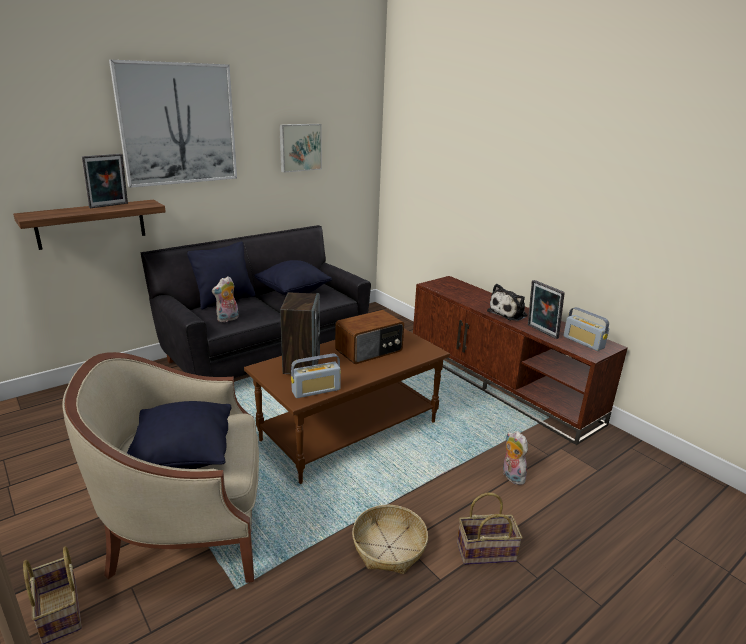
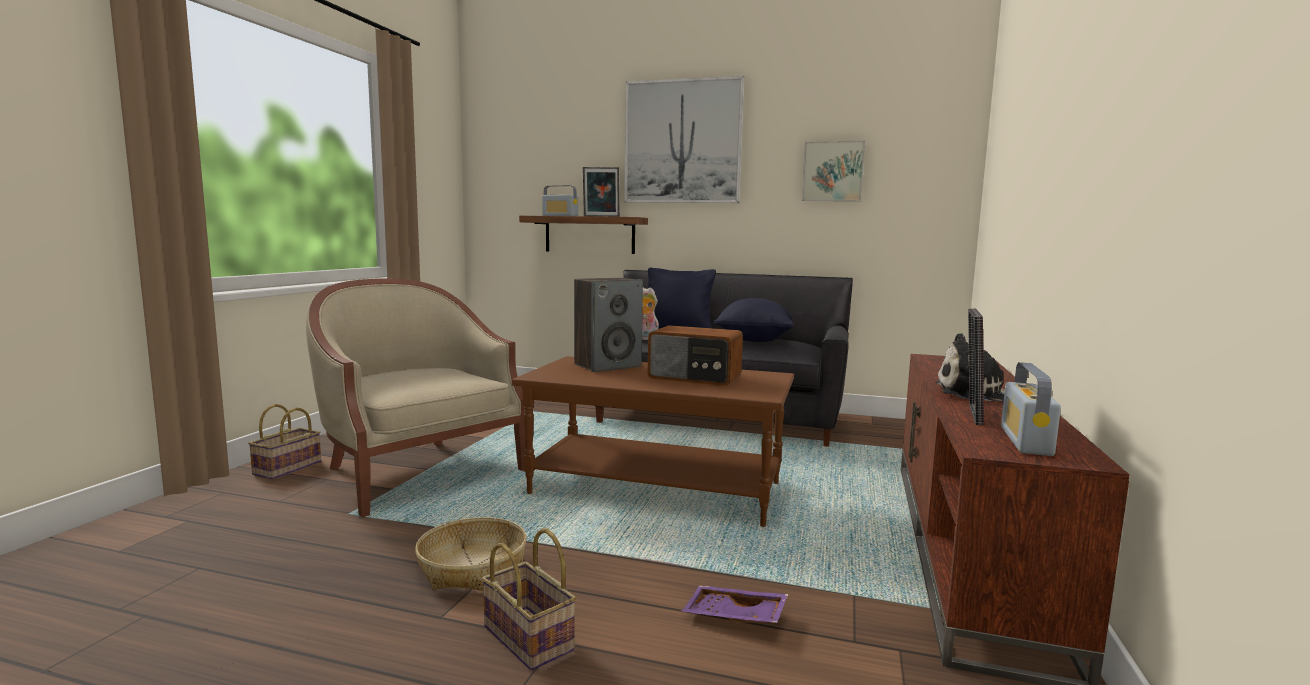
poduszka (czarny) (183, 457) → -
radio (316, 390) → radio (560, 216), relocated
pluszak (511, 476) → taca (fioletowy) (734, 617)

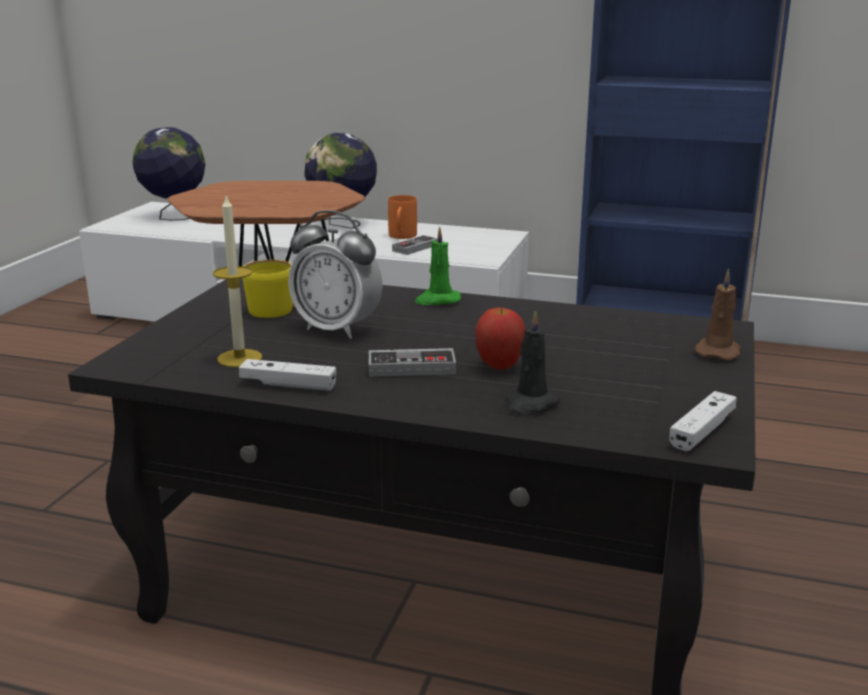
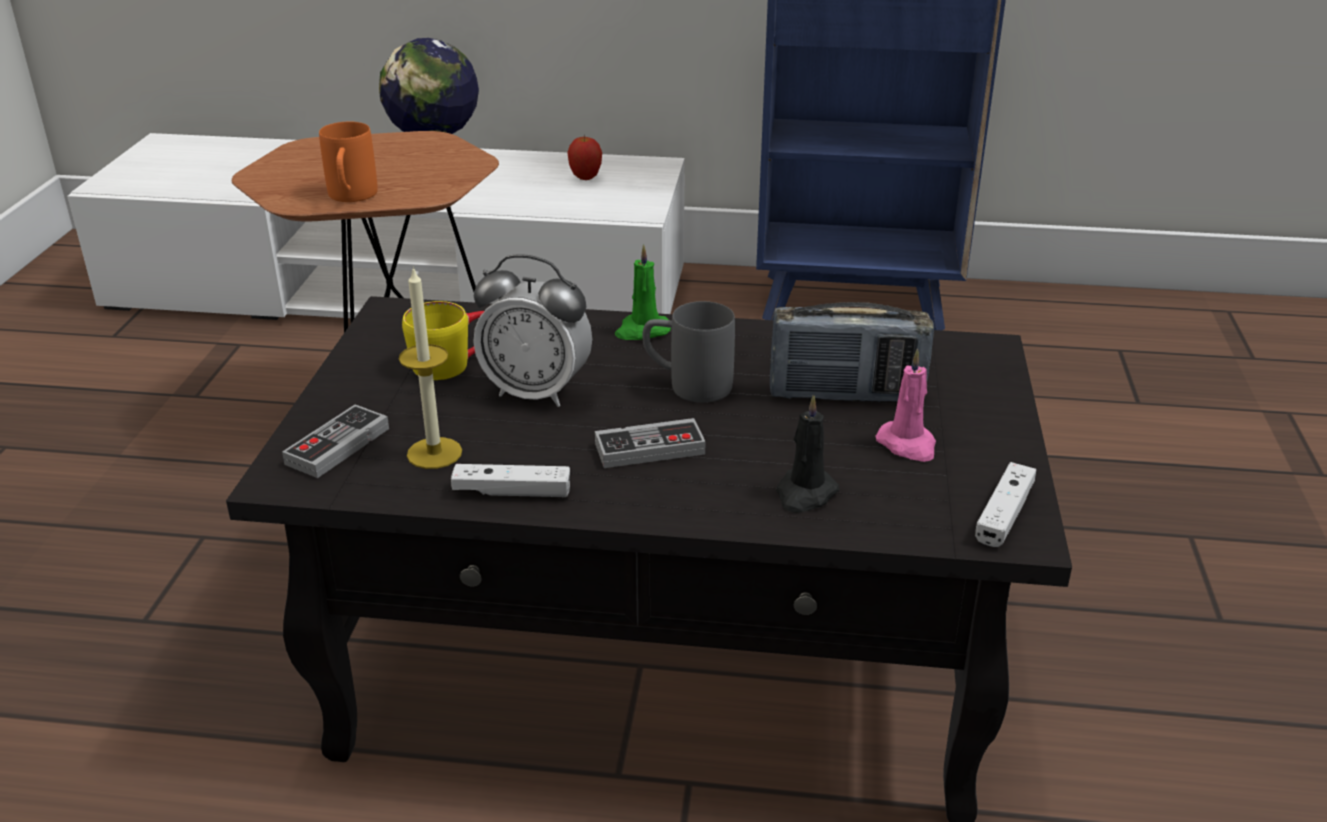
globus (174, 216) → -
kubek (pomarańczowy) (401, 237) → kubek (pomarańczowy) (351, 198), relocated
pad do gier (415, 248) → pad do gier (337, 446), relocated
jabłko (499, 367) → jabłko (585, 178), relocated
świeca (brązowy) (718, 352) → -
- → kubek (szary) (687, 385)
- → radio (845, 395)
- → świeca (różowy) (907, 445)

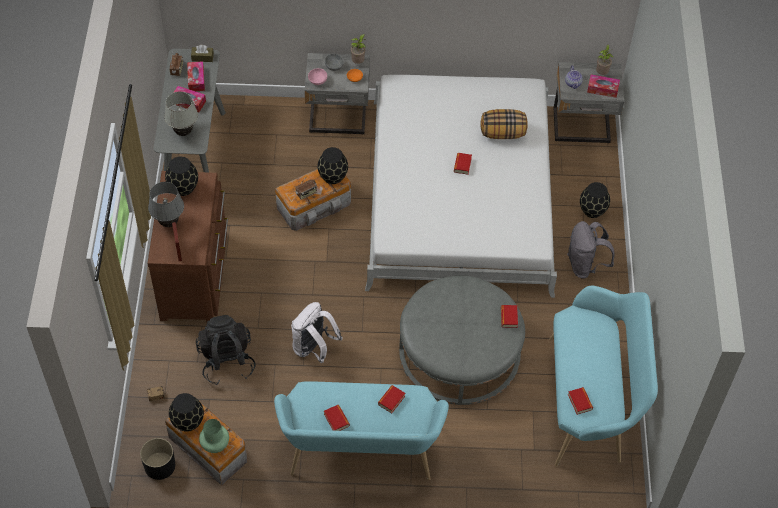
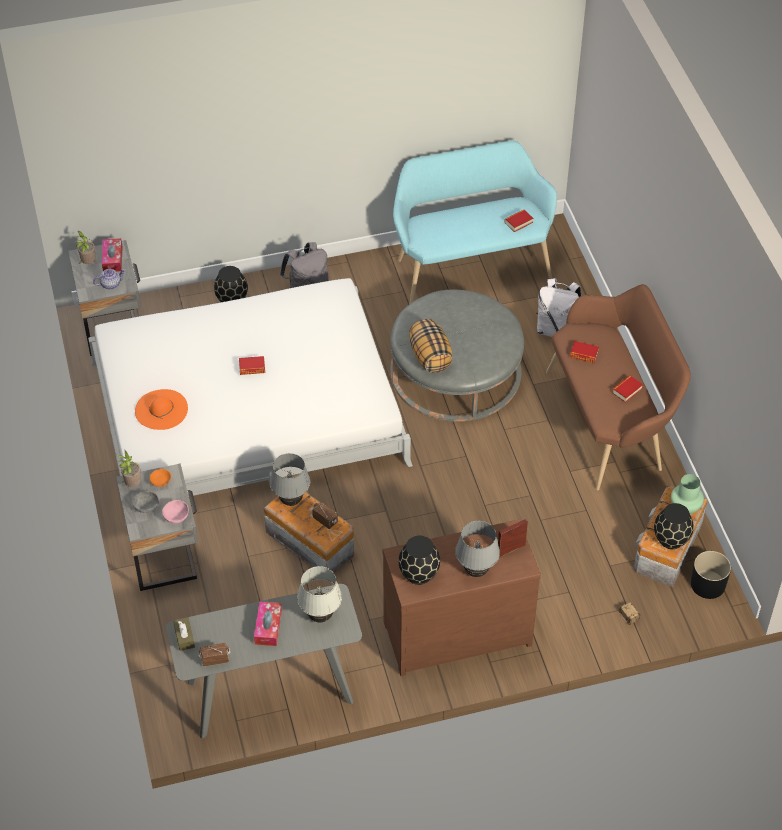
pudełko chusteczek (196, 80) → -
plecak (czarny) (226, 361) → -
ławka (turkusowy) (360, 454) → ławka (brązowy) (610, 421)
plecak (biały) (314, 348) → plecak (biały) (557, 329), relocated
wazon (czarny) (333, 177) → lampa stołowa (szary) (291, 501)
poduszka (502, 133) → poduszka (430, 357), relocated
książka (509, 318) → -
- → kapelusz (pomarańczowy) (161, 409)

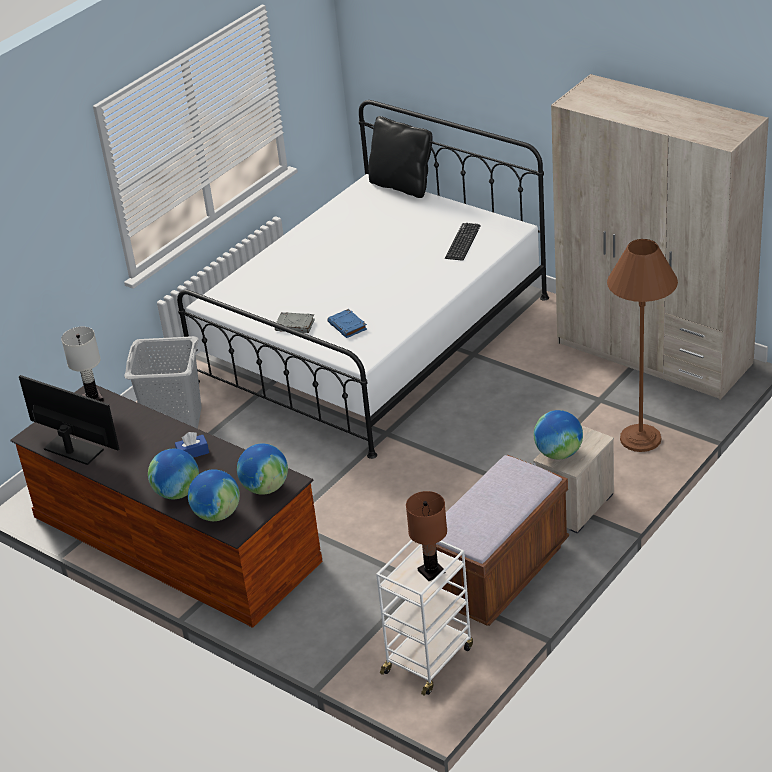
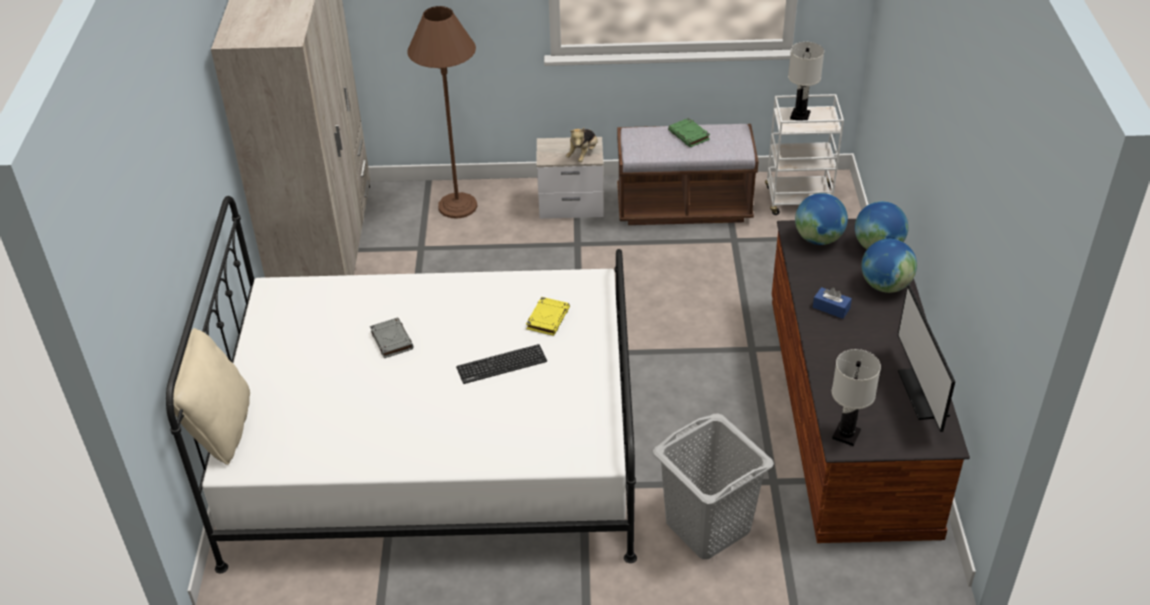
książka (szary) (295, 325) → książka (szary) (391, 340), relocated
książka (niebieski) (348, 326) → książka (żółty) (548, 318)
poduszka (czarny) (402, 186) → poduszka (beżowy) (220, 429)
lampa stołowa (brązowy) (431, 571) → lampa stołowa (biały) (799, 116)
klawiatura (462, 242) → klawiatura (502, 364), relocated
globus (559, 453) → pluszak (583, 154)
- → książka (zielony) (689, 135)

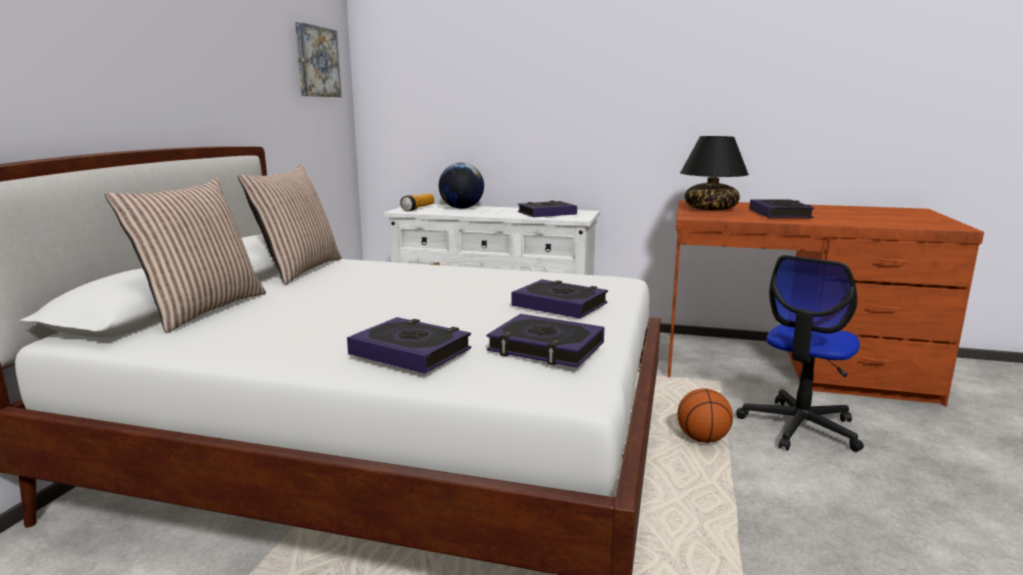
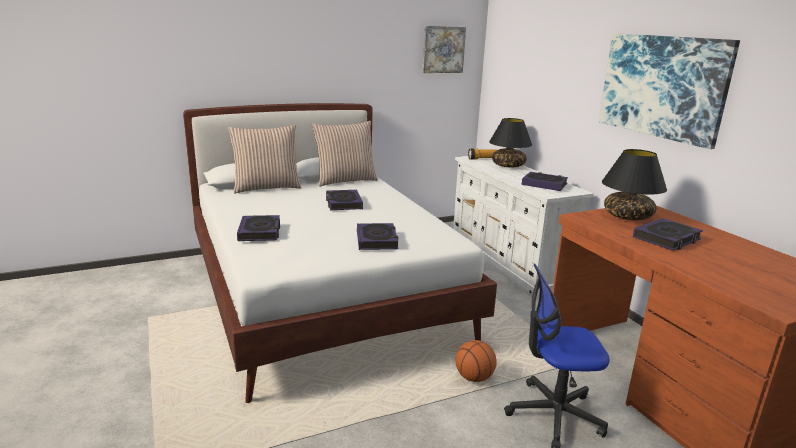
globus (461, 208) → lampa stołowa (czarny) (507, 165)
książka (546, 348) → książka (343, 203), relocated
- → obraz (662, 86)

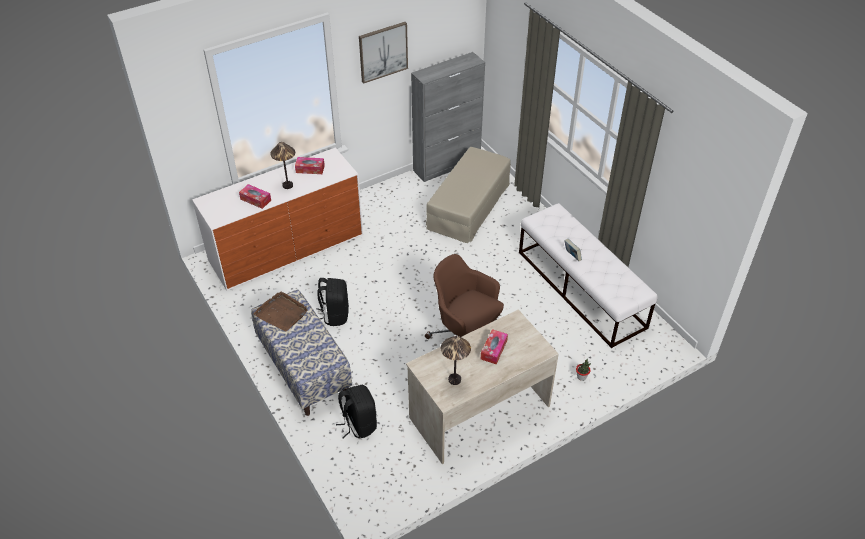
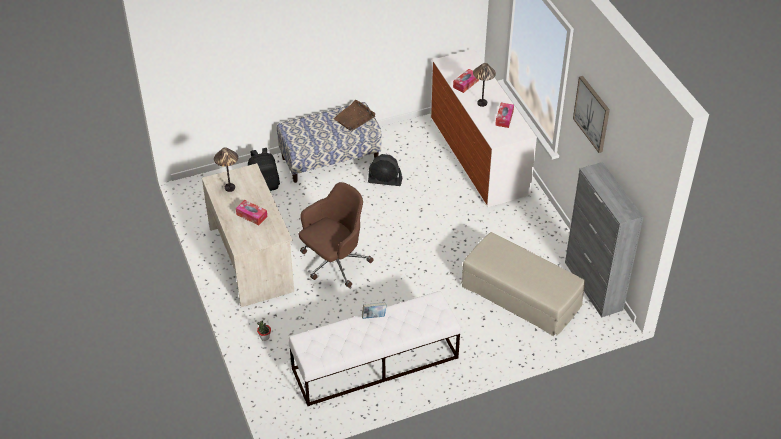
plecak (czarny) (335, 315) → wentylator (czarny) (385, 181)

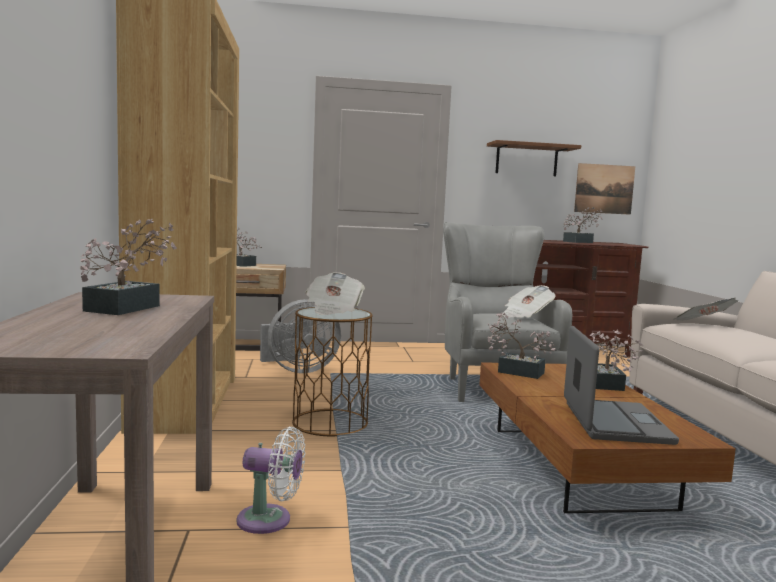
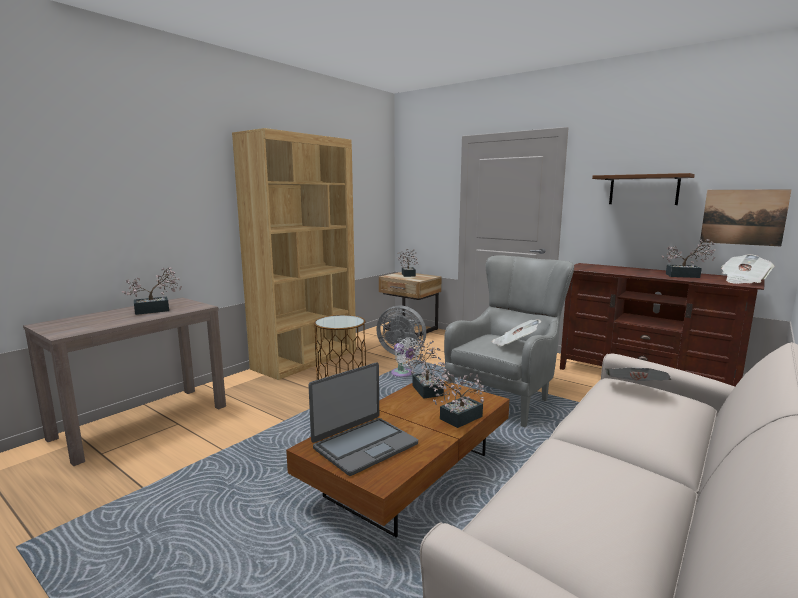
wentylator (biały) (269, 521) → wentylator (biały) (403, 374), relocated
gazeta (333, 310) → gazeta (743, 281), relocated

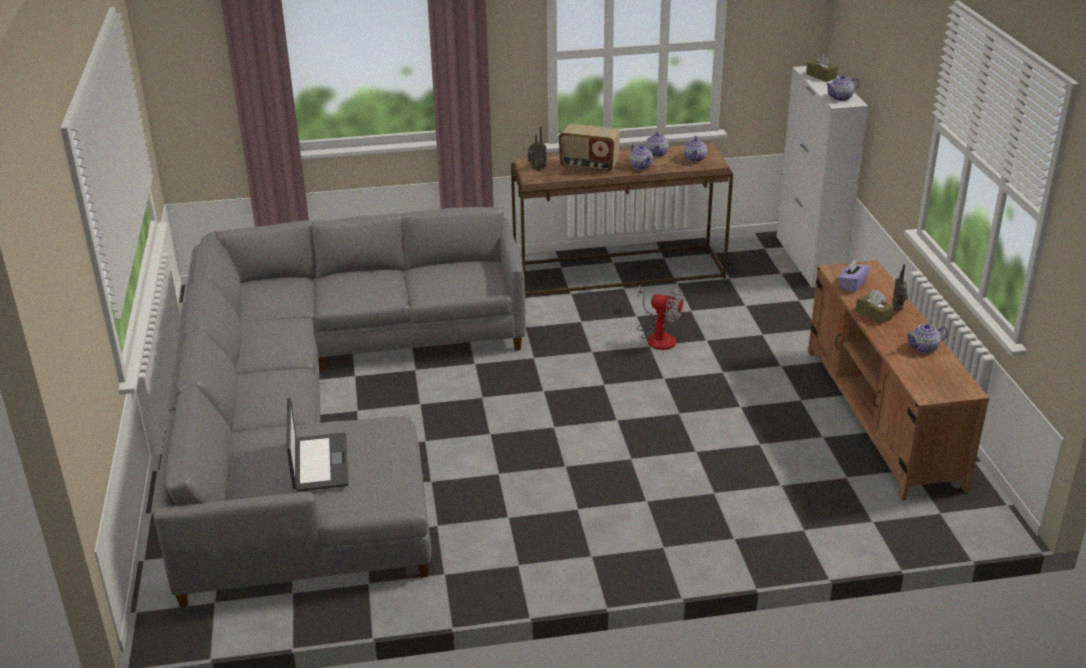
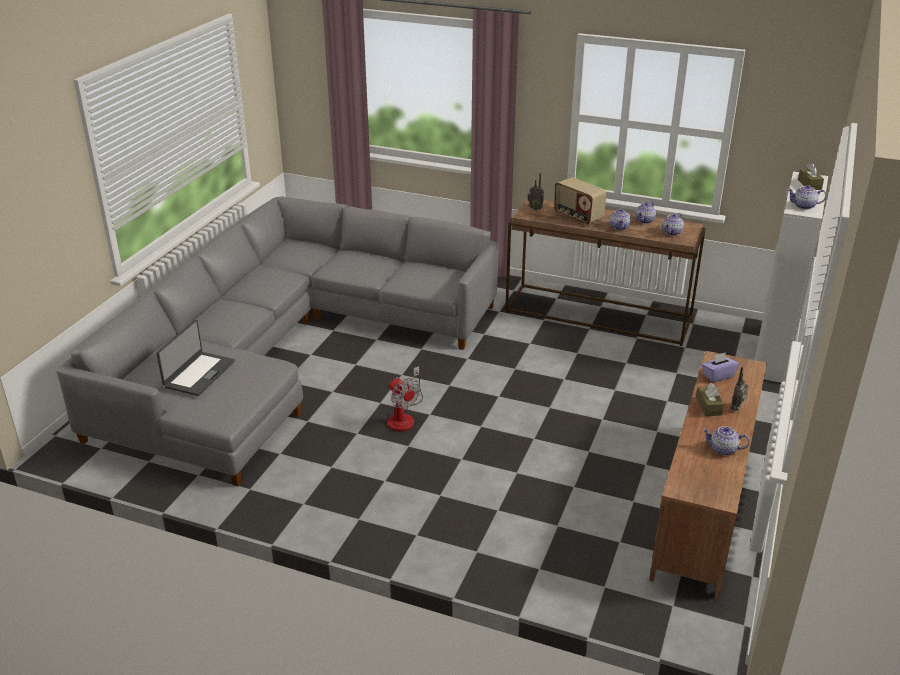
wentylator (658, 336) → wentylator (404, 417), relocated

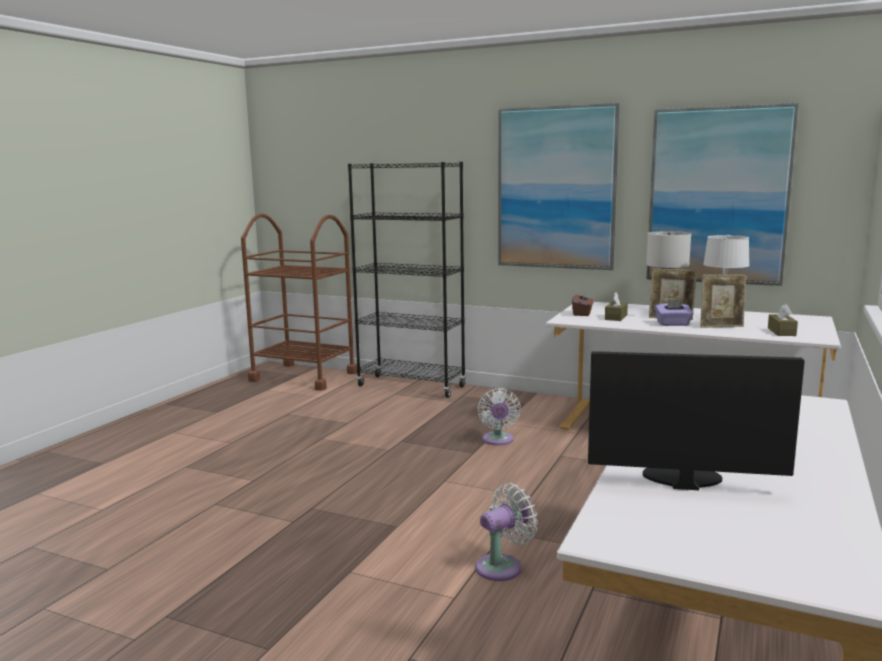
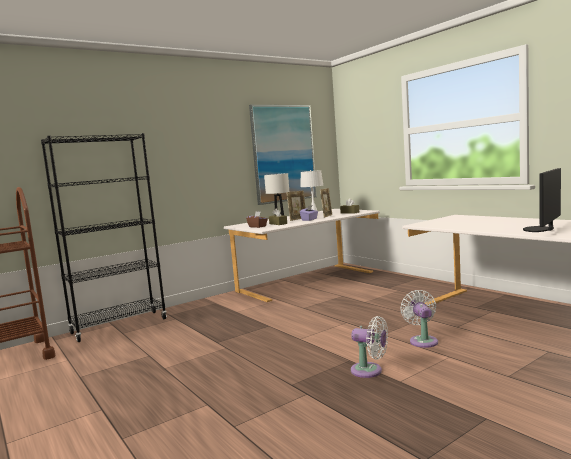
wentylator (biały) (498, 440) → wentylator (biały) (369, 371), relocated
obraz (556, 188) → -

